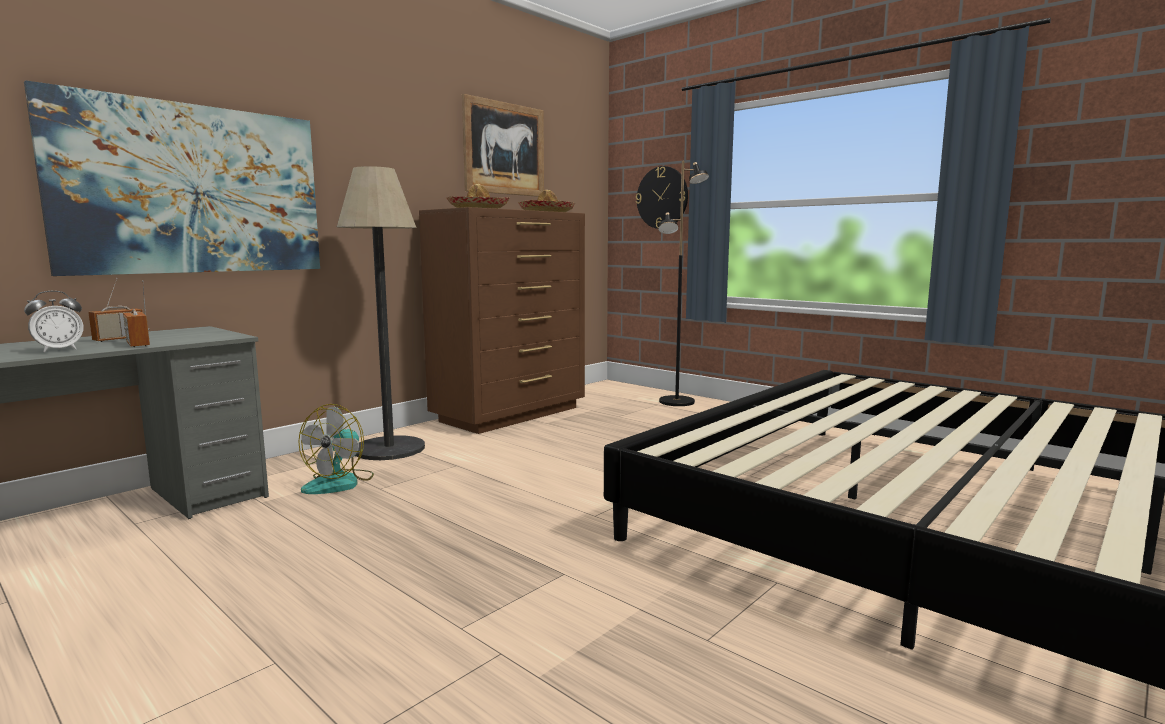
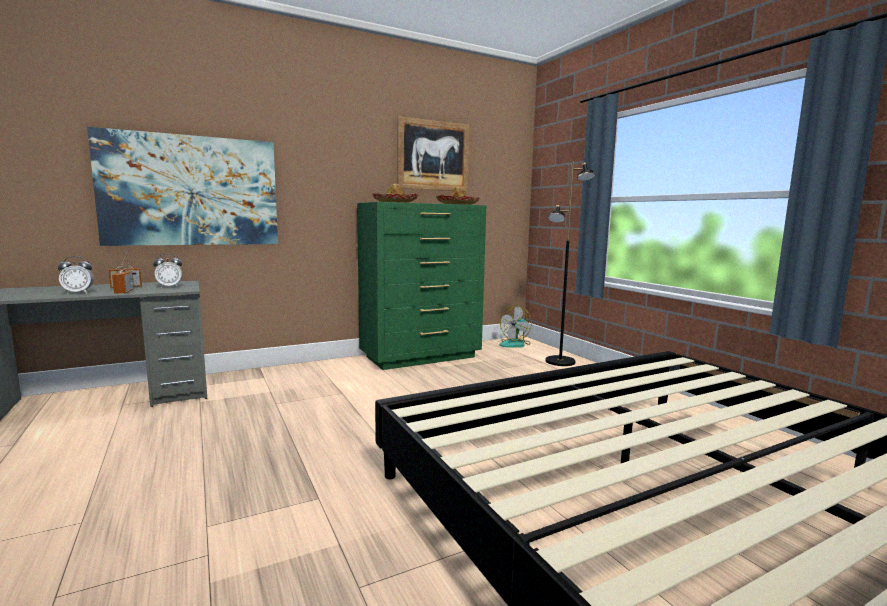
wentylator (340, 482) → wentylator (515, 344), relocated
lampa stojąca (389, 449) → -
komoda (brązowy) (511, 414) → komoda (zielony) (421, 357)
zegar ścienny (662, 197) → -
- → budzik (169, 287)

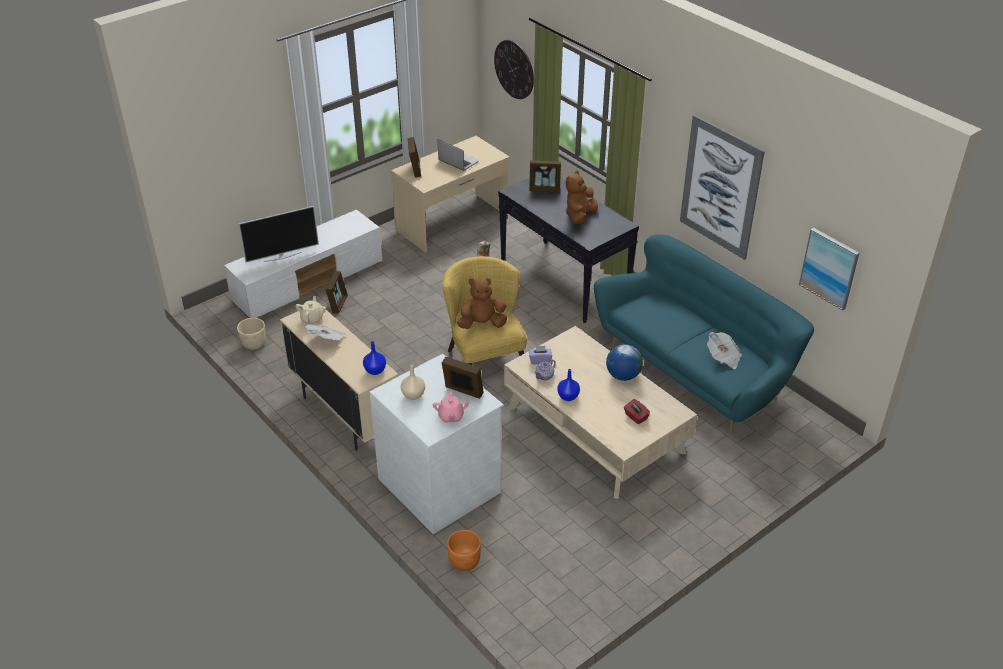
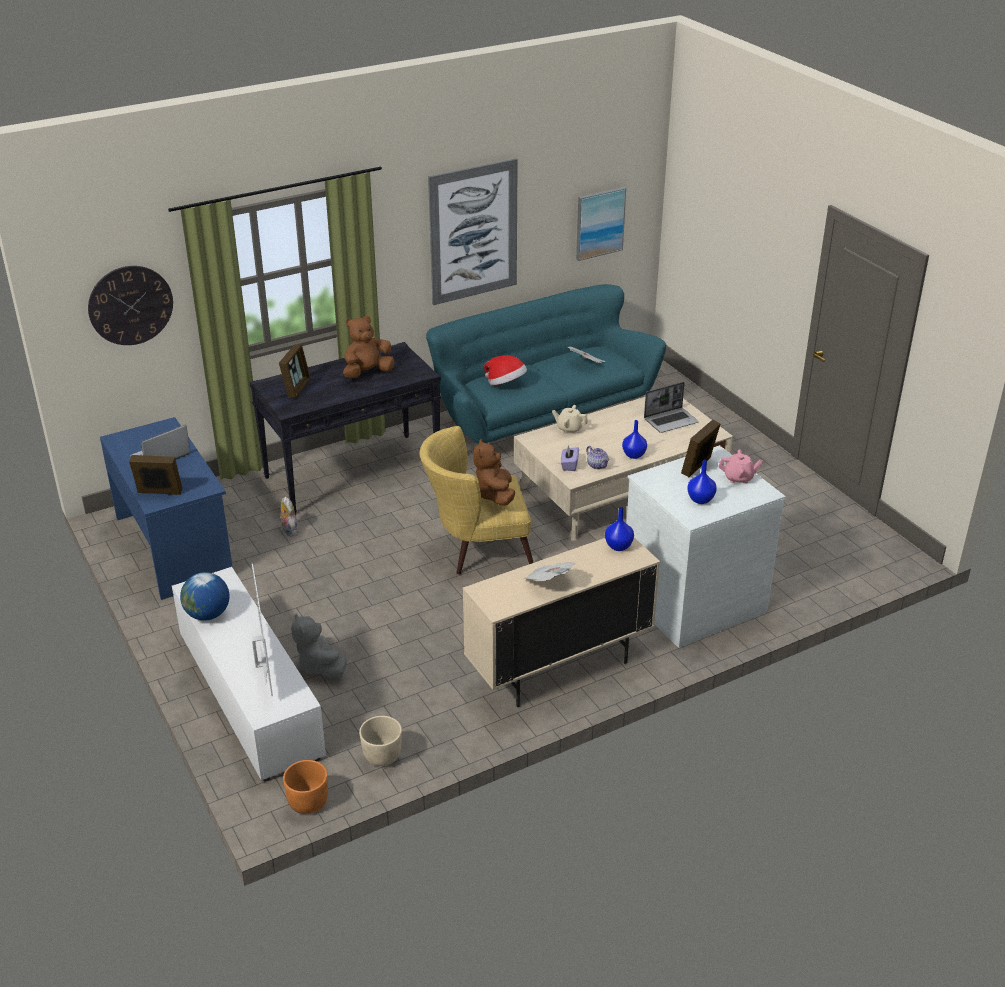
imbryk (beżowy) (312, 319) → imbryk (beżowy) (569, 428), relocated
ramka na zdjęcie (338, 304) → pluszak (szary) (319, 666)
biurko (beżowy) (452, 222) → biurko (niebieski) (175, 546)
wazon (beżowy) (413, 395) → wazon (niebieski) (701, 500)
donica (pomarańczowy) (464, 561) → donica (pomarańczowy) (308, 802), relocated
pluszak (brązowy) (580, 216) → pluszak (brązowy) (367, 373), 105 degrees clockwise
globus (623, 375) → globus (207, 614), relocated
pudełko chusteczek (czerwony) (635, 417) → laptop (671, 421)
- → kapelusz (506, 384)

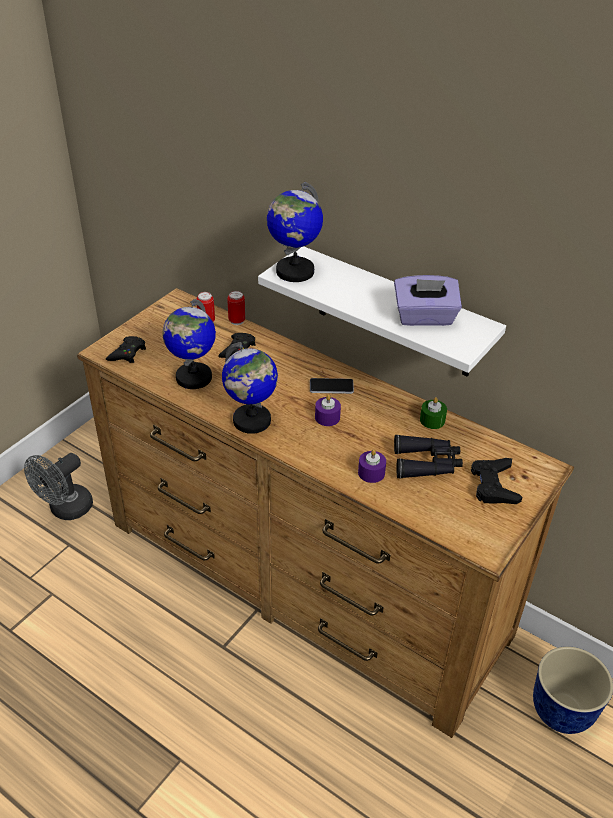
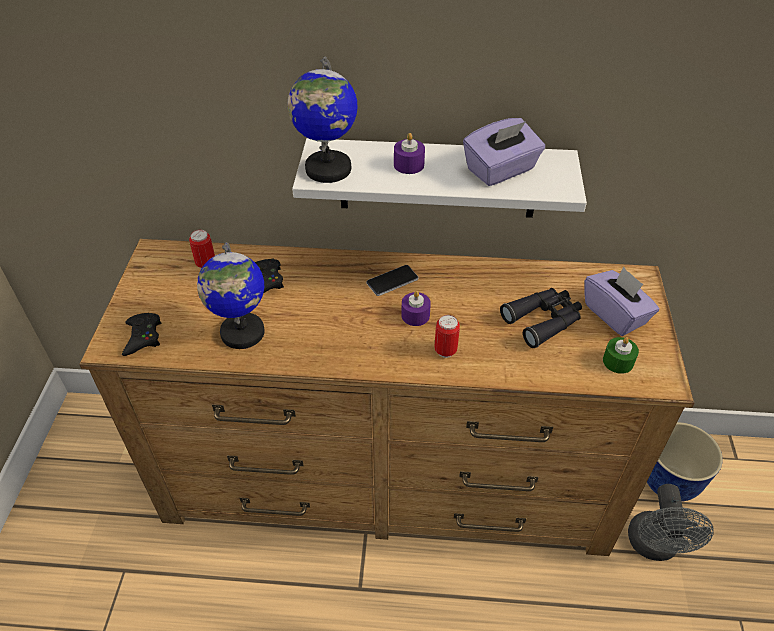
wentylator (szary) (66, 510) → wentylator (szary) (654, 547), relocated
globus (251, 421) → -
puszka (237, 321) → puszka (445, 351), relocated
świeca (fioletowy) (371, 473) → świeca (fioletowy) (409, 165), relocated
świeca (zielony) (432, 420) → świeca (zielony) (618, 361), relocated
pad do gier (czarny) (493, 485) → pudełko chusteczek (fioletowy) (615, 314)

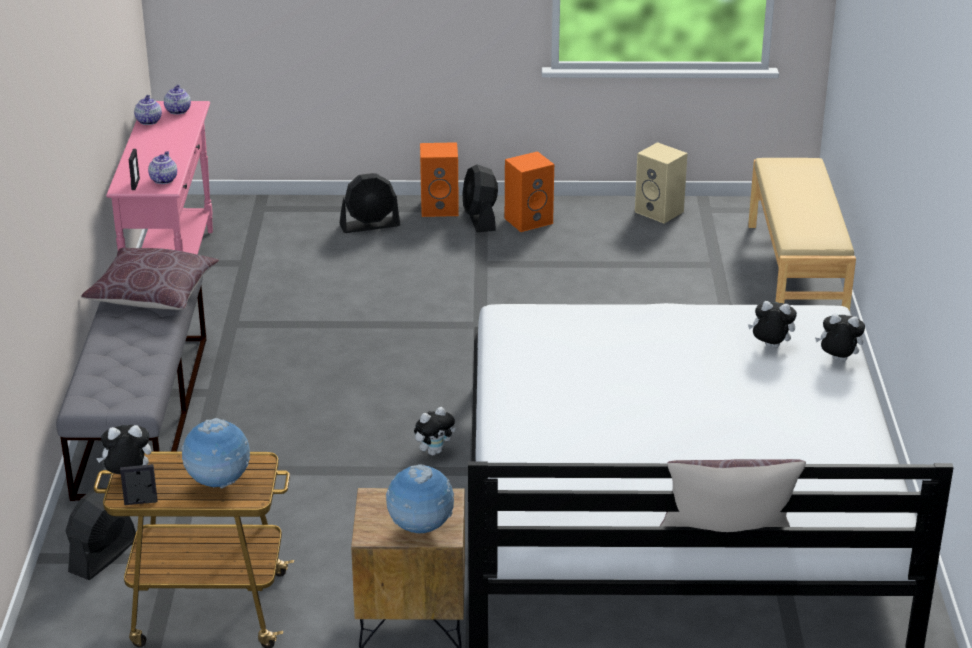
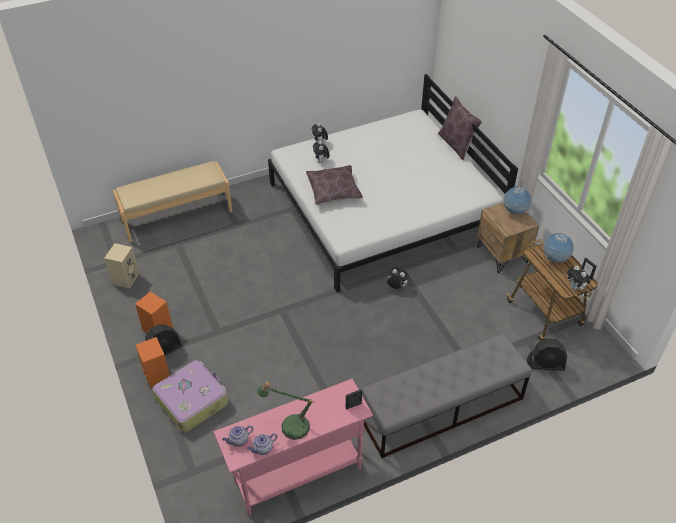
poduszka (brązowy) (153, 294) → poduszka (brązowy) (333, 191), relocated
imbryk (163, 179) → -
wentylator (czarny) (370, 225) → walizka (192, 400)
- → lampa stołowa (290, 425)

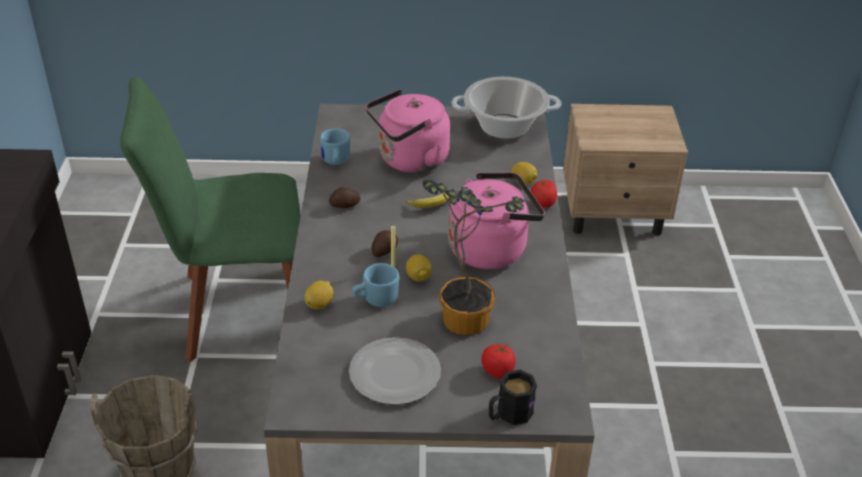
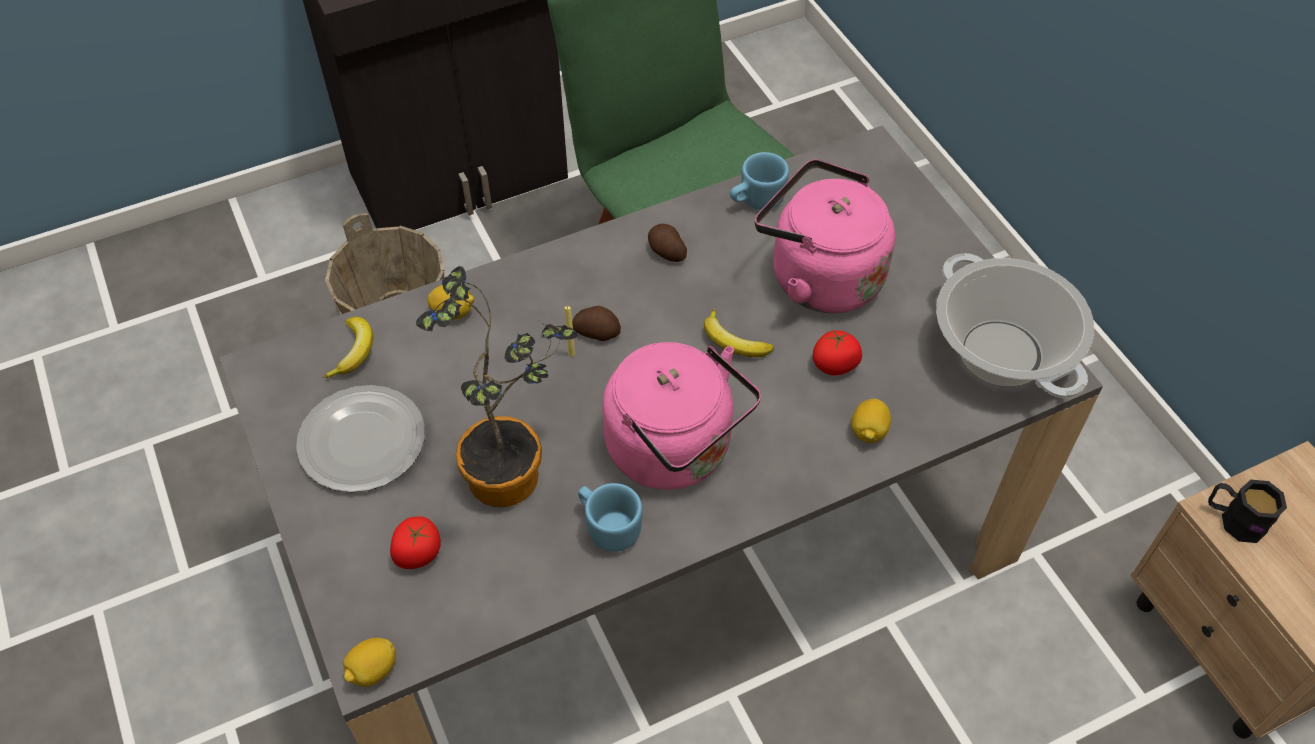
kubek (niebieski) (375, 299) → kubek (niebieski) (608, 526), relocated
cytryna (418, 277) → cytryna (373, 670), relocated
kubek (czarny) (509, 414) → kubek (czarny) (1233, 519), relocated
pomidor (543, 203) → pomidor (835, 364), relocated
- → banan (354, 352)

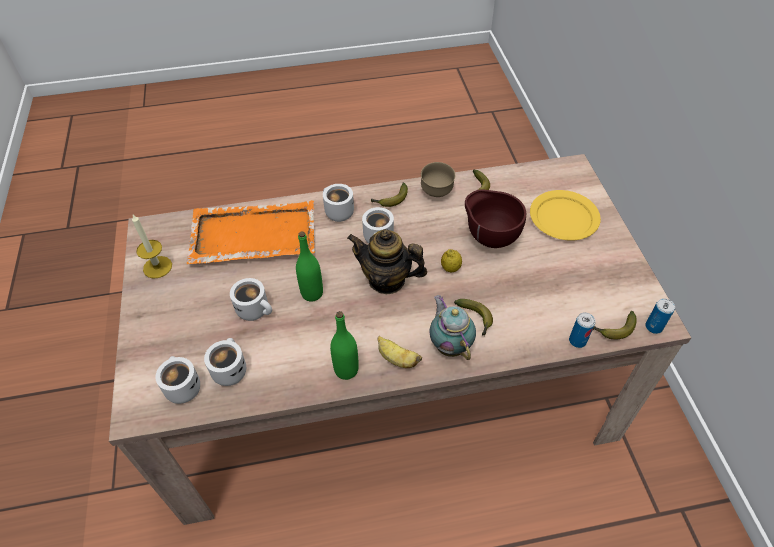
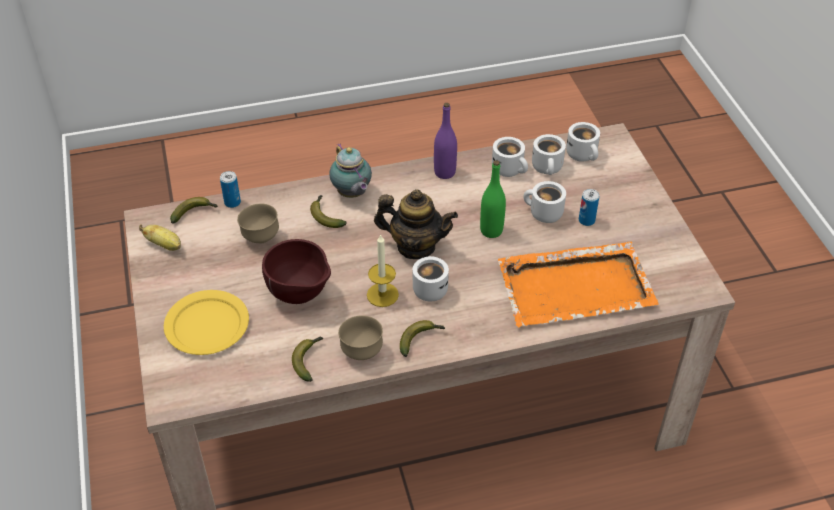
świeca (157, 267) → świeca (382, 295), relocated
kubek (biały) (336, 212) → kubek (biały) (510, 169), relocated
butelka (zielony) (346, 370) → butelka (fioletowy) (444, 172)
banan (397, 359) → banan (165, 245), relocated
cytryna (450, 268) → -
puszka (653, 327) → puszka (586, 220), relocated
- → miska (brązowy) (260, 237)

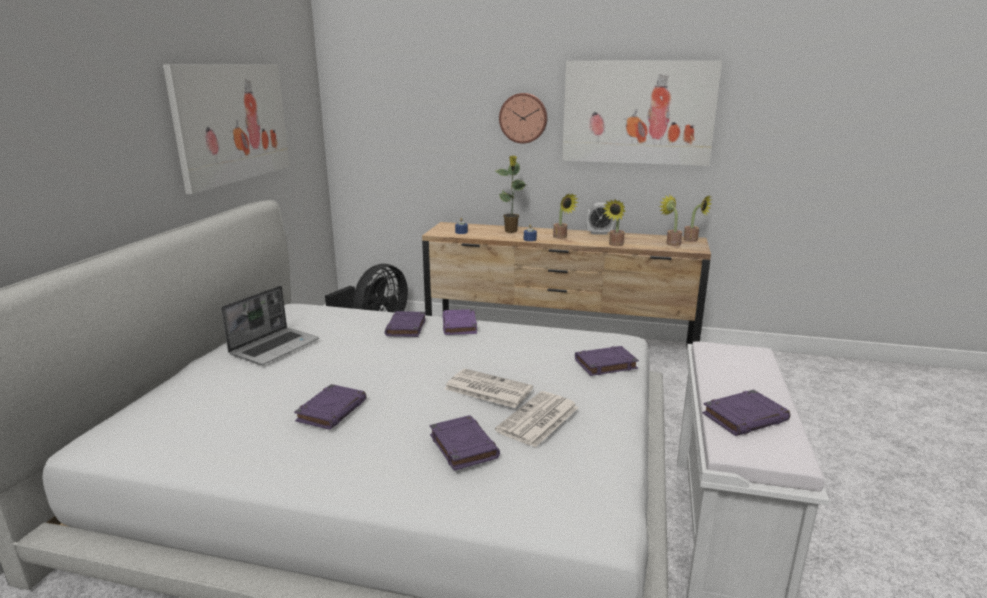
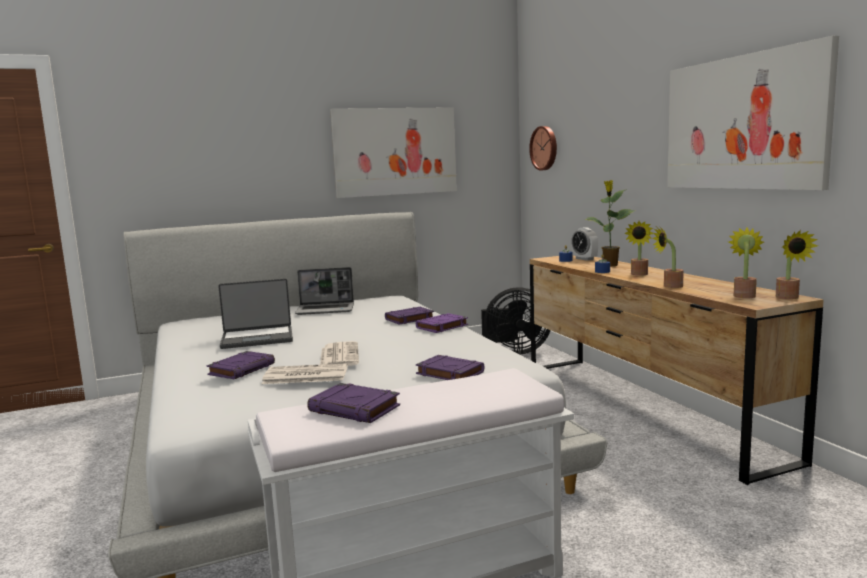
książka (fioletowy) (332, 410) → laptop (257, 338)
zegar ścienny (523, 118) → zegar ścienny (545, 148), relocated
budzik (599, 233) → budzik (584, 259), relocated

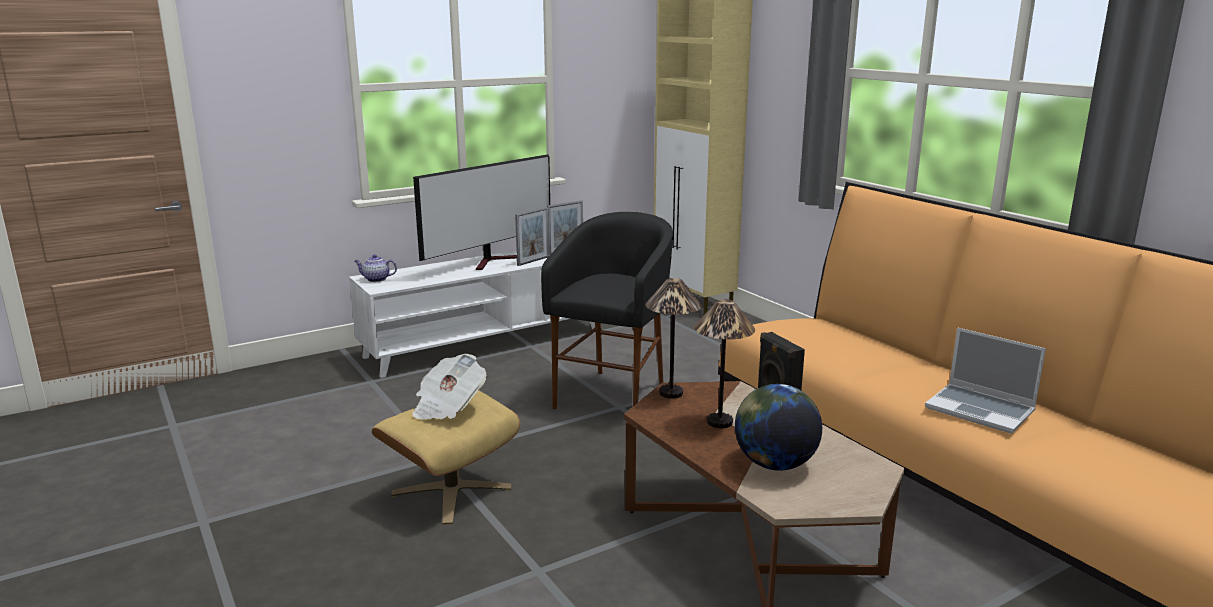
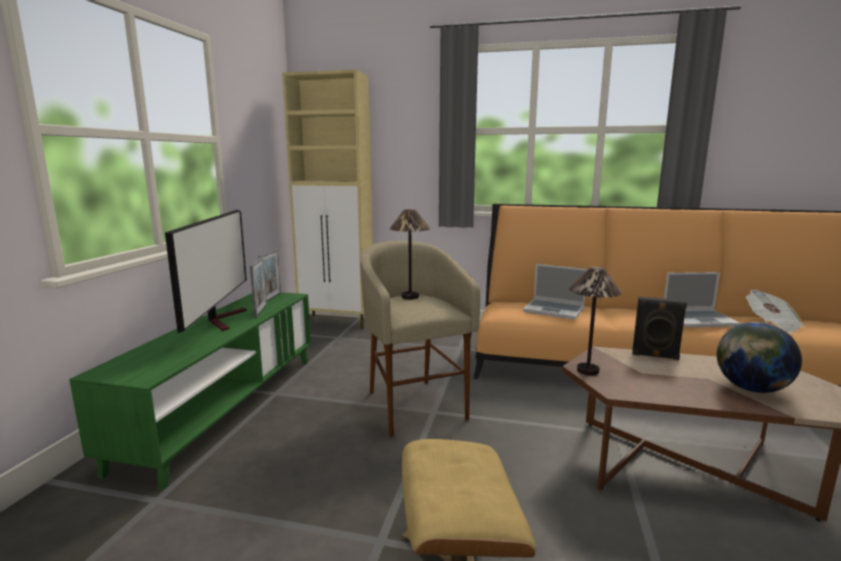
szafka pod telewizor (biały) (484, 343) → szafka pod telewizor (zielony) (225, 407)
imbryk (376, 279) → -
gazeta (448, 406) → gazeta (772, 324), relocated
stołek (czarny) (613, 396) → stołek (beżowy) (413, 405)
lampa stołowa (720, 422) → lampa stołowa (410, 297), relocated
- → laptop (554, 310)

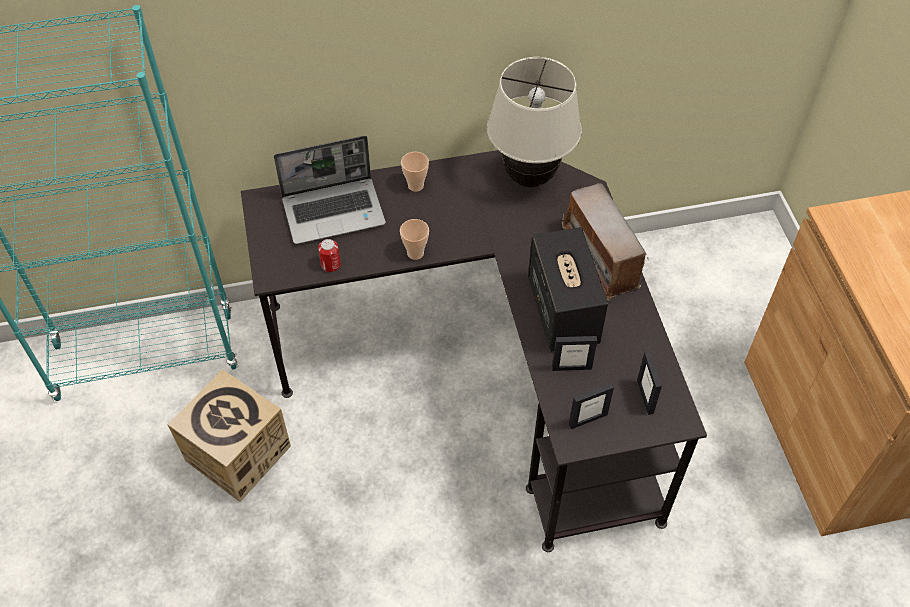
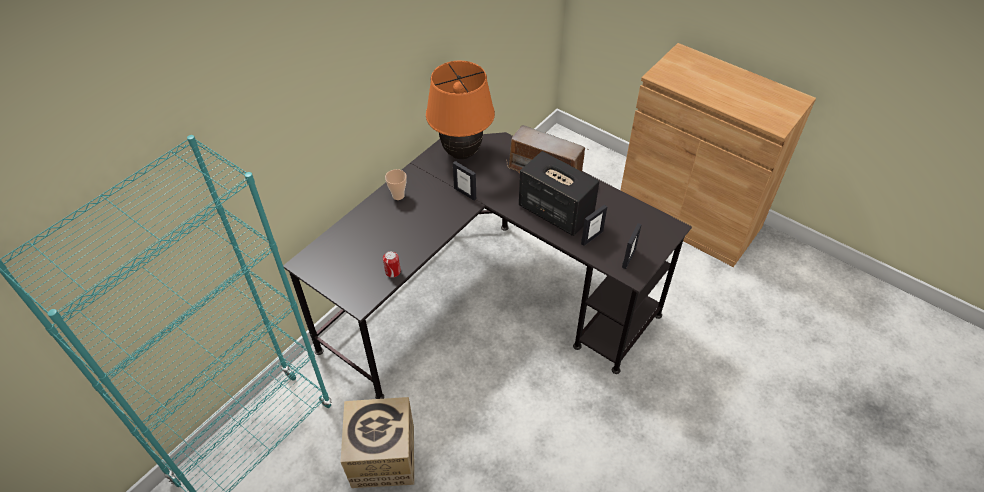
laptop (334, 211) → -
filiżanka (415, 253) → -
lampa stołowa (beżowy) (530, 178) → lampa stołowa (pomarańczowy) (462, 153)
ramka na zdjęcie (645, 397) → ramka na zdjęcie (465, 193), relocated

